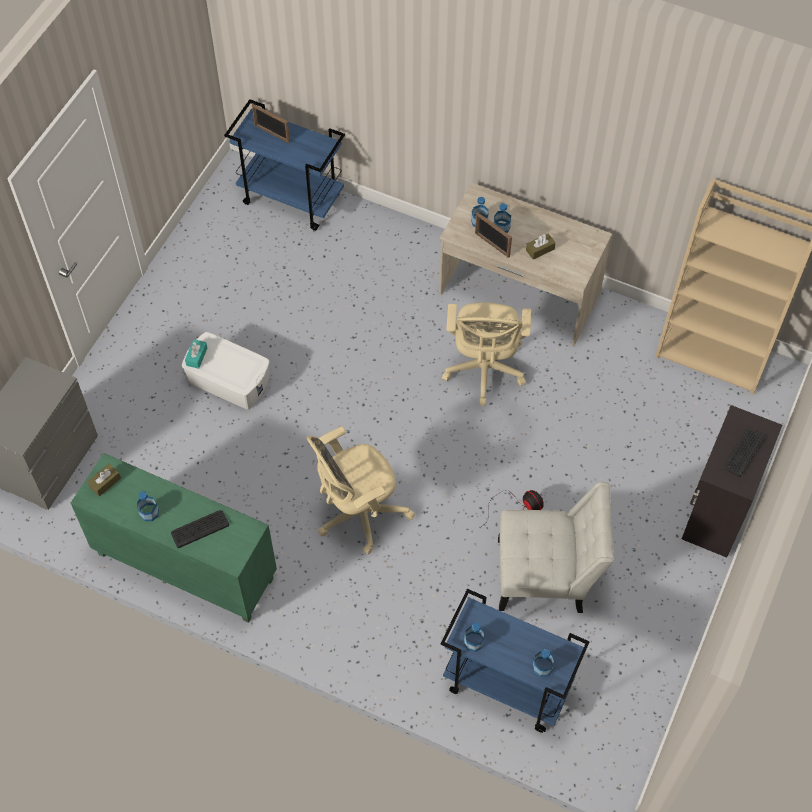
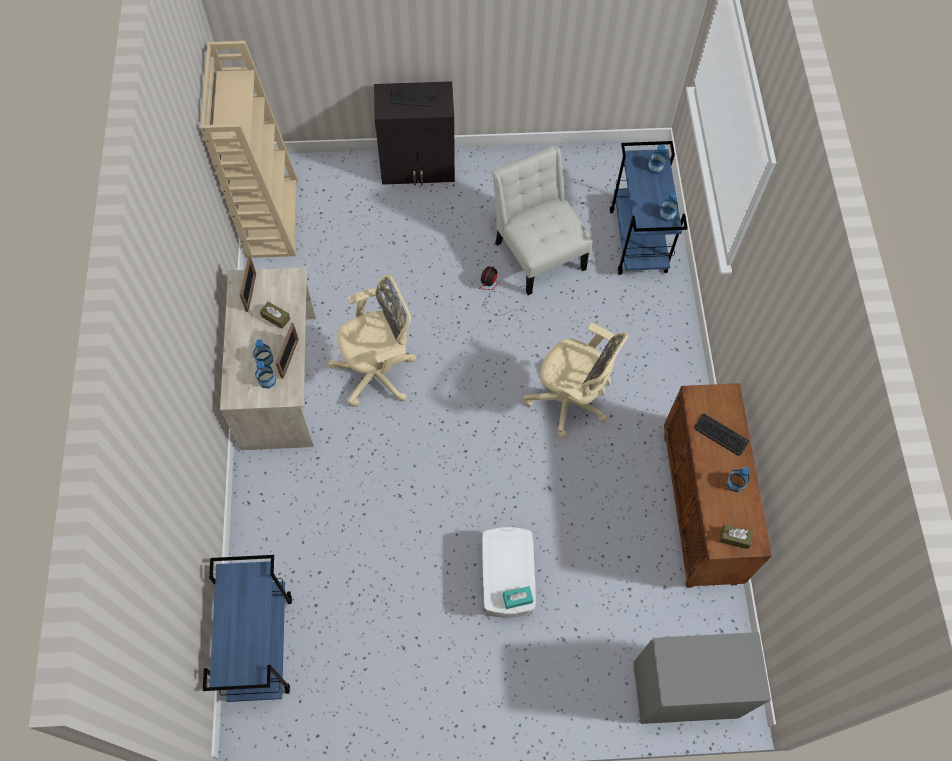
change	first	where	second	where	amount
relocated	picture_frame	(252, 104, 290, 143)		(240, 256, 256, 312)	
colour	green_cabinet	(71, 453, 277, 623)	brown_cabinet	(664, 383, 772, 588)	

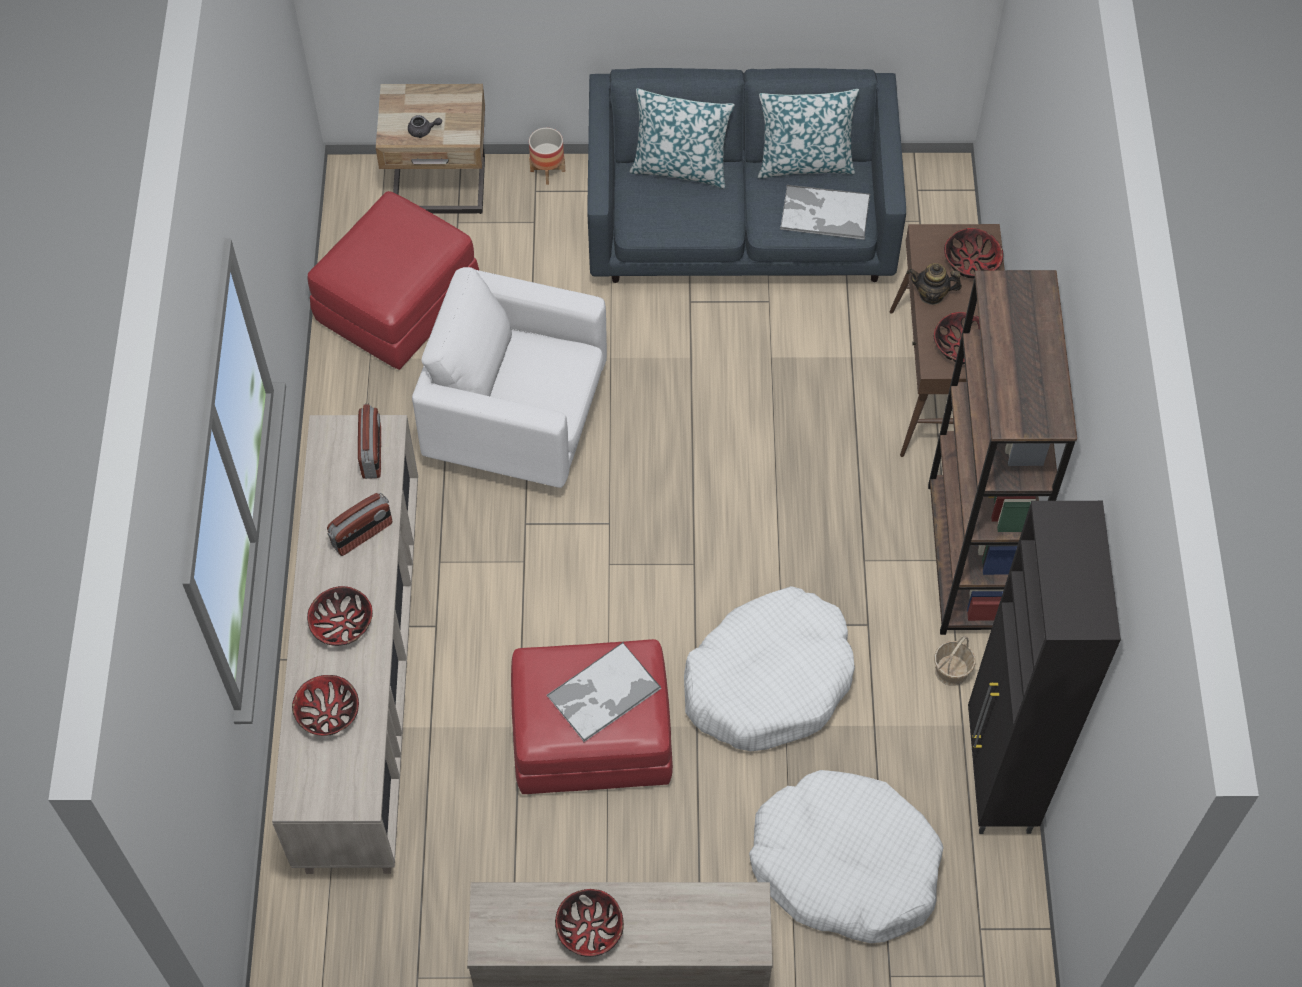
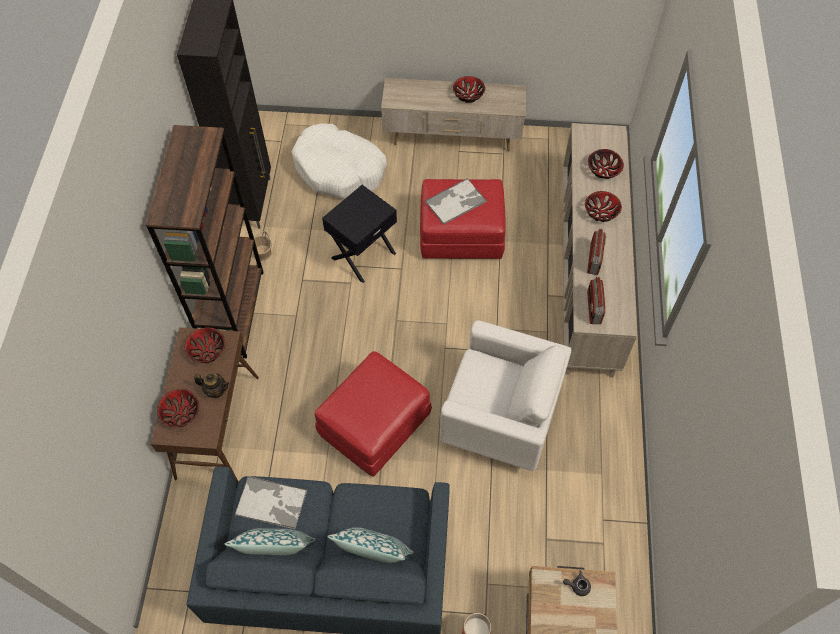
change	first	where	second	where	amount
relocated	red_ottoman	(308, 191, 479, 370)		(315, 351, 432, 477)	
spun	radio	(327, 493, 392, 556)		(587, 229, 606, 275)	135 degrees clockwise
exchanged	white_dog_bed	(684, 586, 855, 751)	black_side_table	(322, 185, 397, 283)	

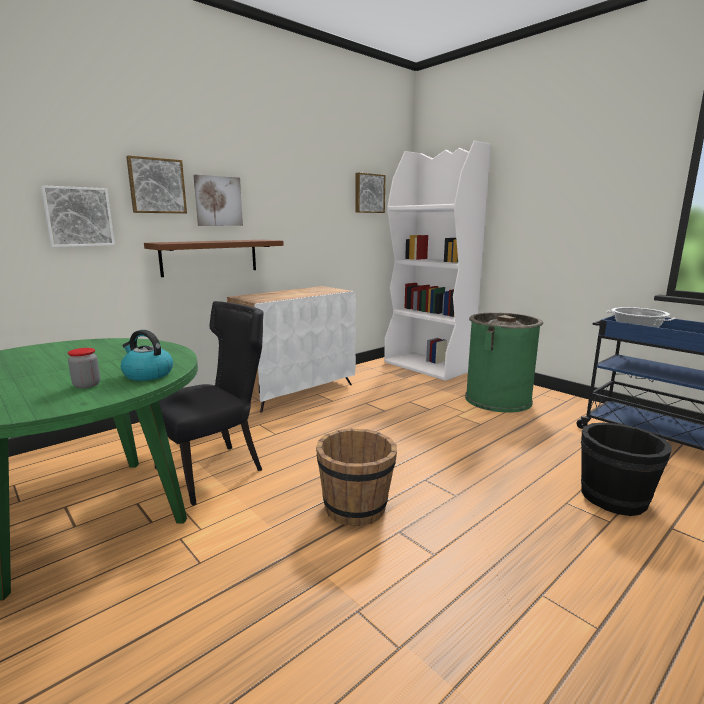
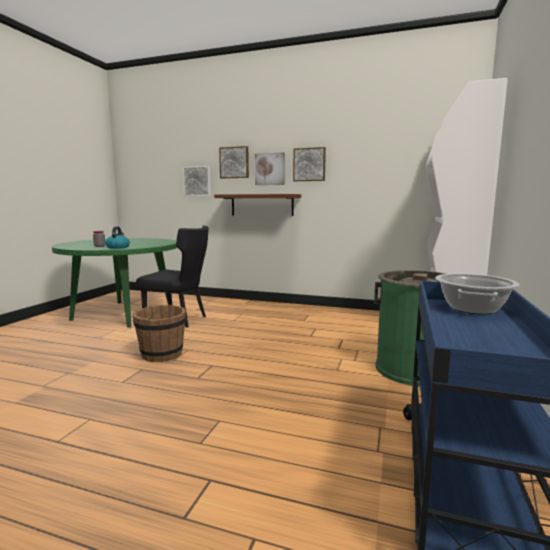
change	first	where	second	where	amount
relocated	picture	(356, 172, 385, 213)		(293, 147, 326, 181)	
missing	white_cabinet	(227, 286, 356, 413)			
missing	black_bucket	(581, 423, 671, 516)			

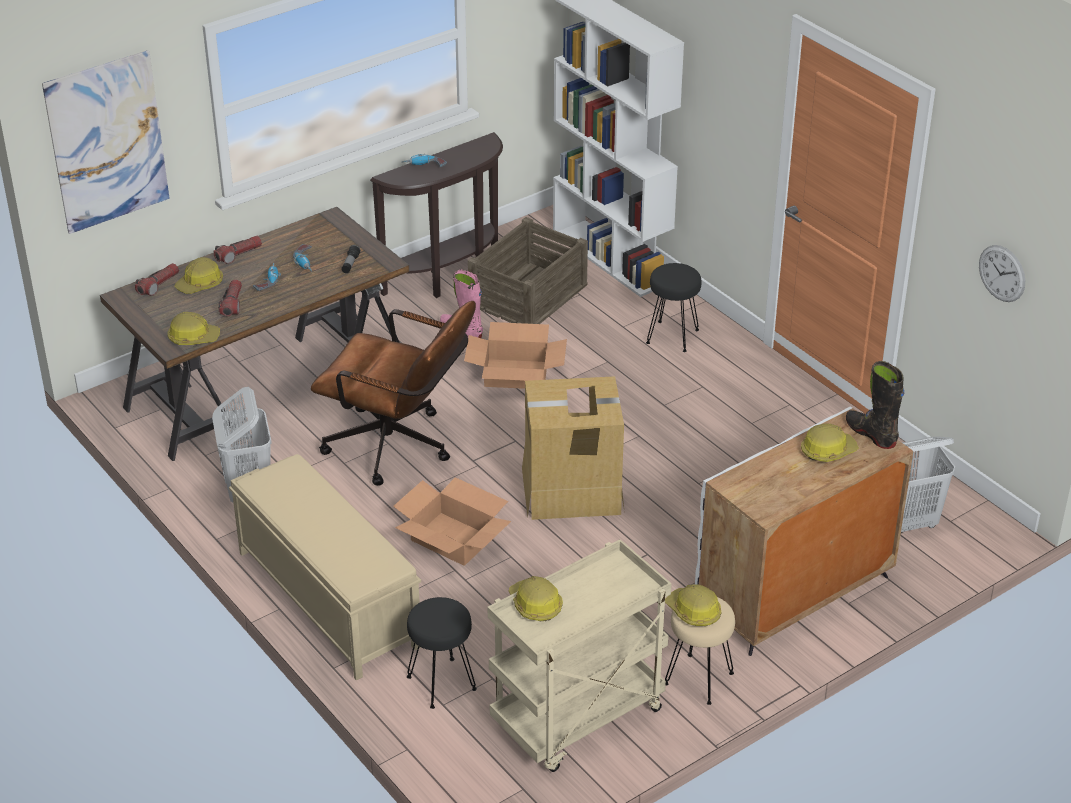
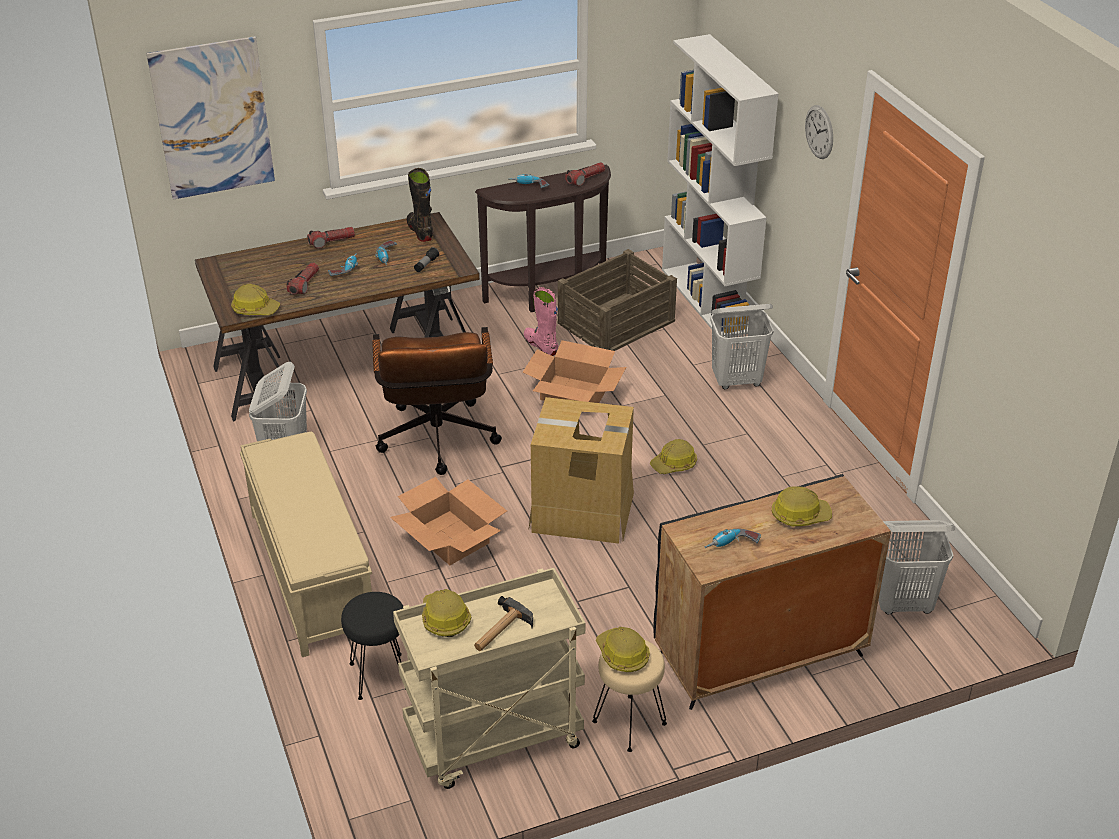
change	first	where	second	where	amount
relocated	wall_clock	(979, 245, 1025, 302)		(805, 105, 833, 159)	
relocated	hard_hat	(175, 257, 223, 294)		(650, 439, 697, 474)	
relocated	flashlight	(135, 263, 179, 296)		(565, 162, 605, 186)	
exchanged	black_stool	(646, 263, 702, 352)	white_laundry_basket	(710, 304, 774, 389)	
spun	brown_office_chair	(311, 301, 476, 486)		(372, 327, 502, 475)	45 degrees clockwise
relocated	black_boot	(846, 361, 905, 449)		(407, 168, 433, 242)	
colour	white_cabinet	(695, 406, 913, 656)	black_cabinet	(654, 474, 891, 710)	
appeared			power_drill	(705, 528, 761, 548)	
appeared			hammer	(474, 596, 533, 651)	

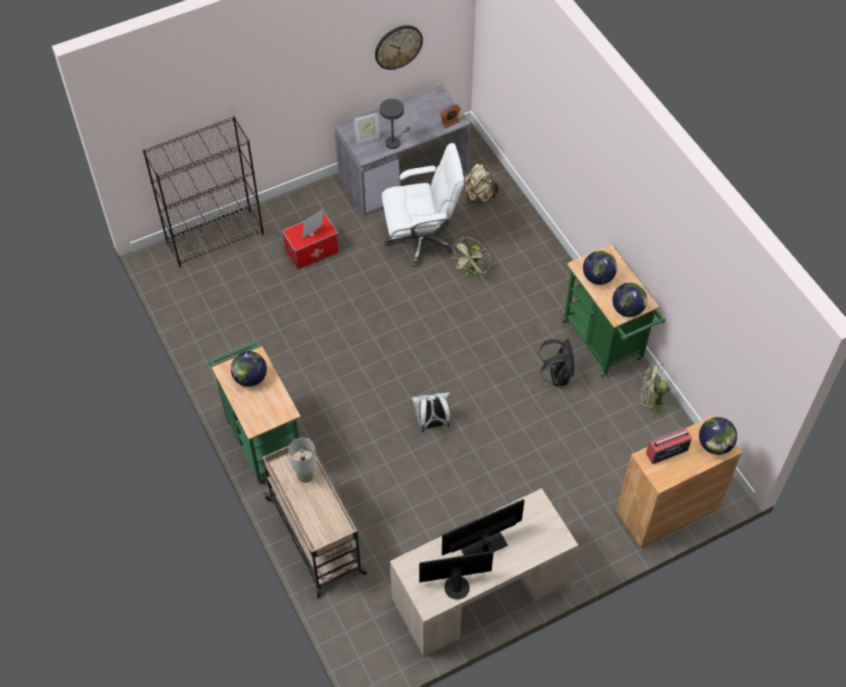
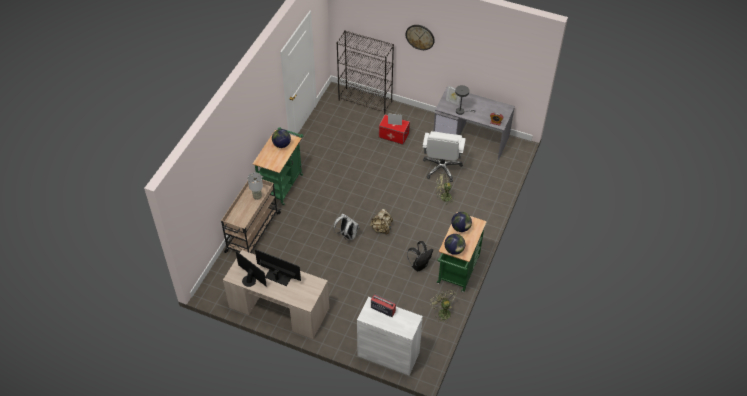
change	first	where	second	where	amount
relocated	wall_clock	(375, 25, 423, 70)		(406, 25, 435, 50)	
spun	white_office_chair	(382, 143, 464, 267)		(423, 131, 466, 182)	60 degrees clockwise
relocated	beige_backpack	(464, 164, 498, 203)		(370, 209, 393, 235)	
colour	brown_cabinet	(616, 415, 742, 548)	white_cabinet	(357, 297, 423, 376)	
missing	globe	(699, 417, 737, 455)			

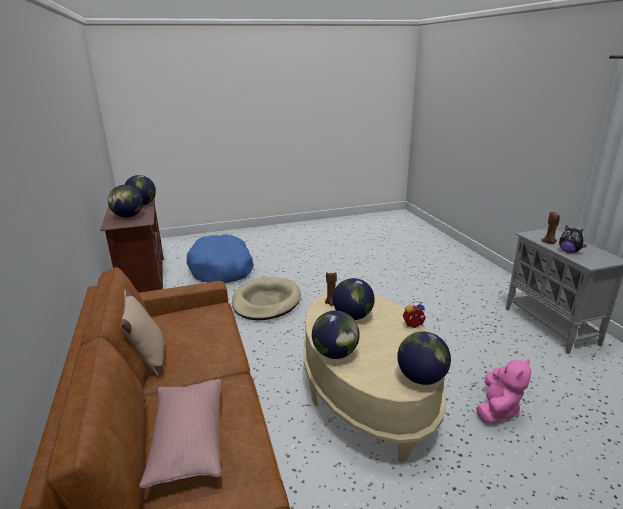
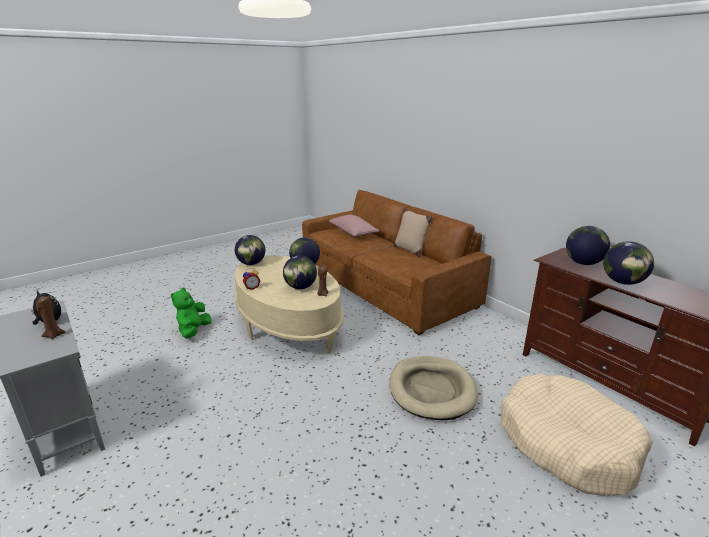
change	first	where	second	where	amount
colour	blue_dog_bed	(187, 234, 254, 283)	beige_dog_bed	(501, 374, 652, 496)	
colour	pink_plush_toy	(476, 358, 531, 424)	green_plush_toy	(171, 287, 212, 339)	

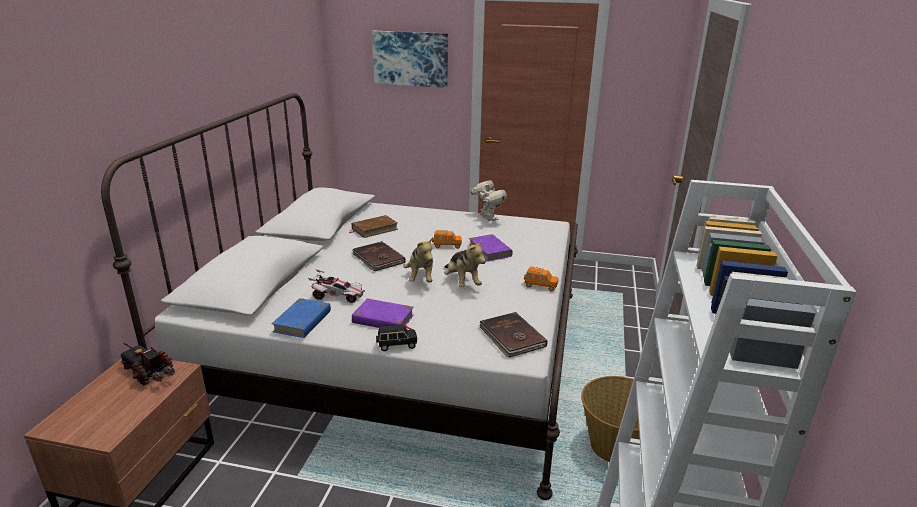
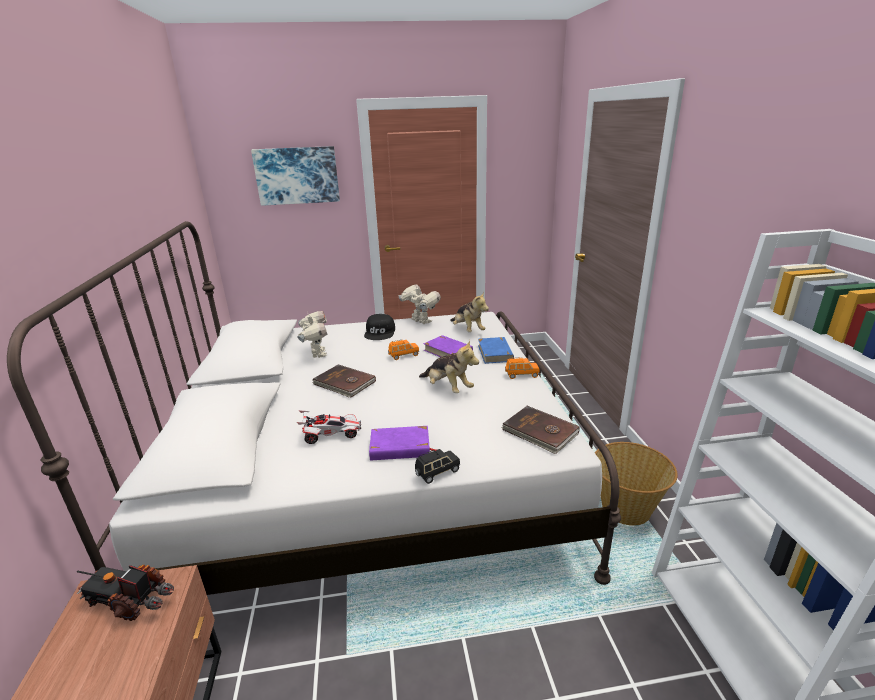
change	first	where	second	where	amount
exchanged	brown_book	(348, 215, 398, 238)	toy_robot	(297, 311, 327, 358)	
relocated	plush_toy	(403, 237, 433, 282)		(450, 292, 489, 332)	
relocated	blue_book	(272, 298, 331, 338)		(478, 337, 514, 364)	
appeared			black_cap	(364, 314, 395, 340)	

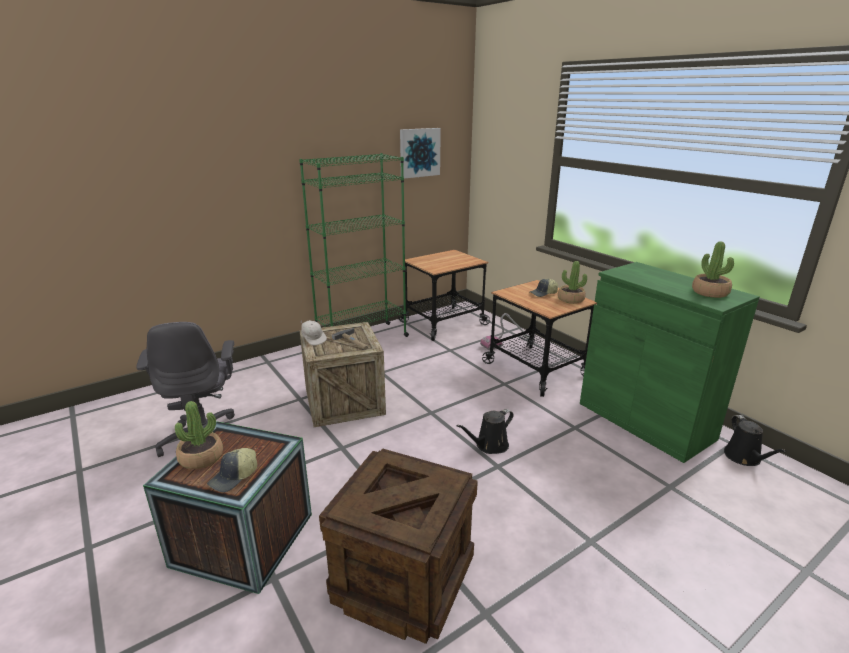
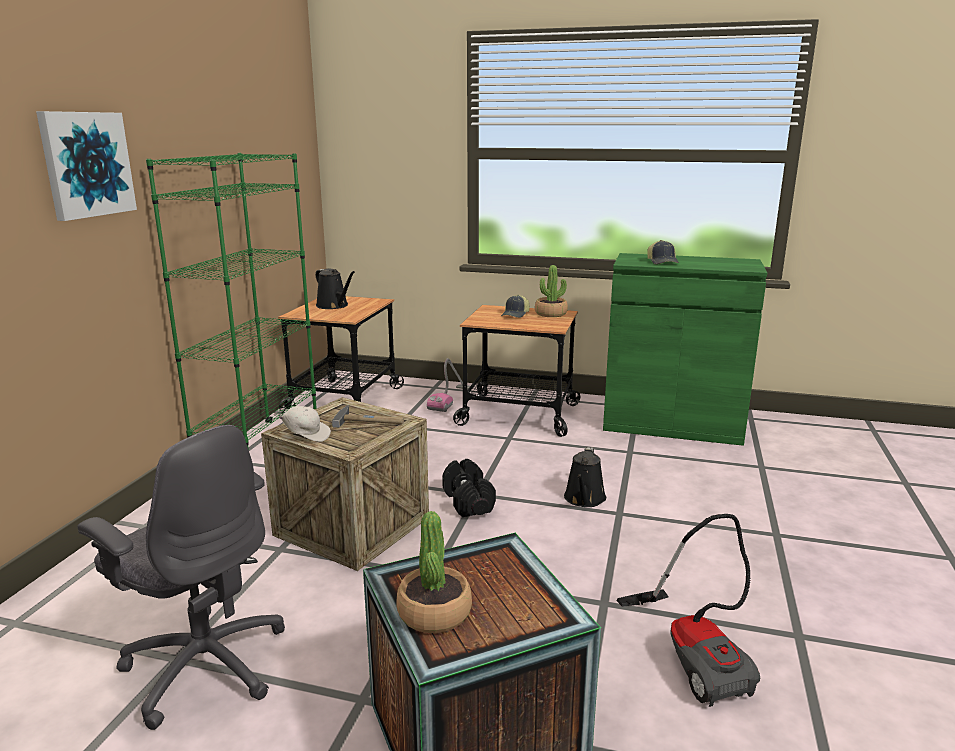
change	first	where	second	where	amount
relocated	picture	(400, 128, 441, 179)		(36, 111, 137, 221)	
missing	potted_plant	(692, 241, 734, 298)			
relocated	black_watering_can	(724, 415, 786, 466)		(315, 268, 355, 309)	
relocated	cap	(207, 448, 257, 493)		(647, 240, 679, 264)	
exchanged	crate	(319, 448, 478, 644)	vacuum_cleaner	(616, 514, 760, 707)	
appeared			black_dumbbell	(442, 459, 496, 517)	

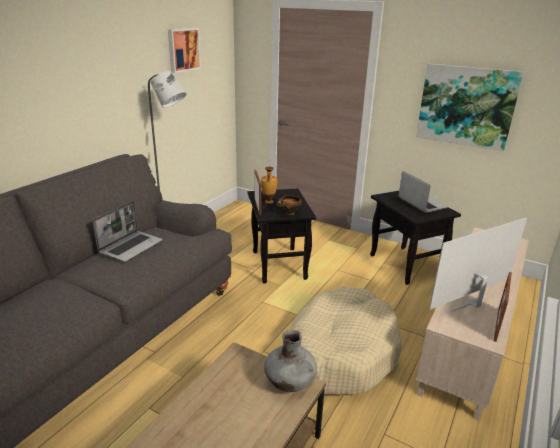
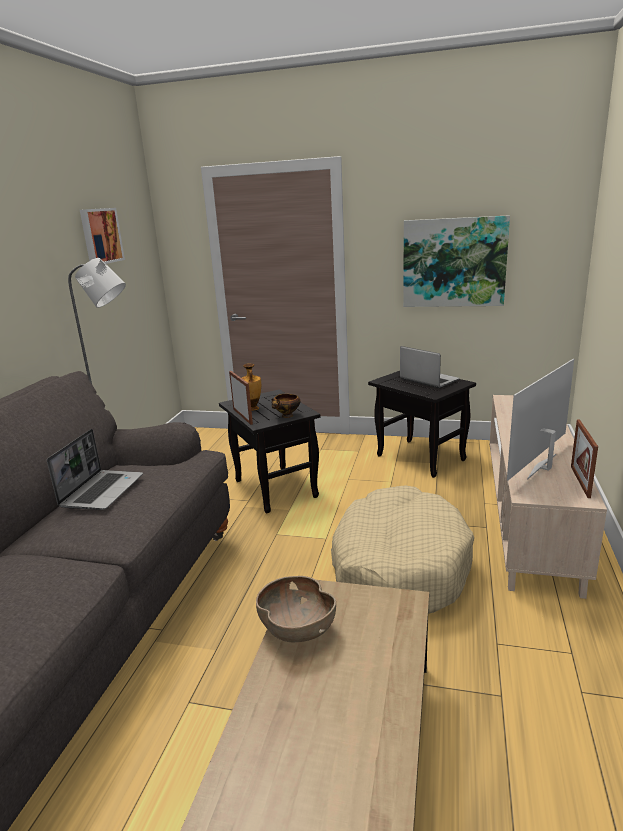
change	first	where	second	where	amount
missing	grey_vase	(264, 330, 317, 392)			
appeared			brown_bowl	(256, 576, 336, 642)	

